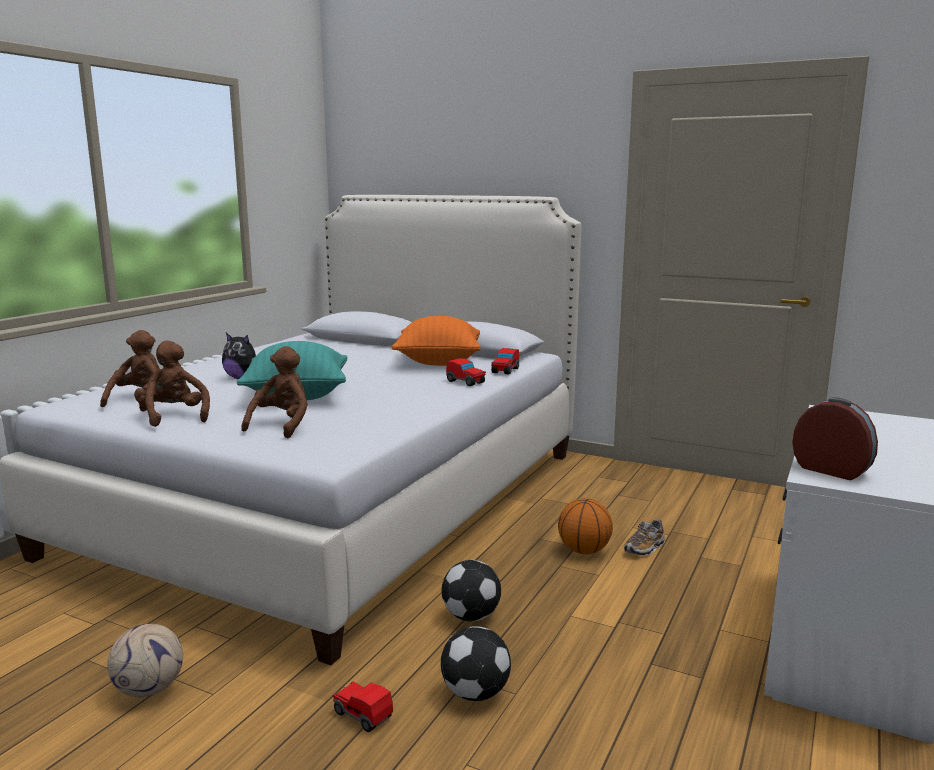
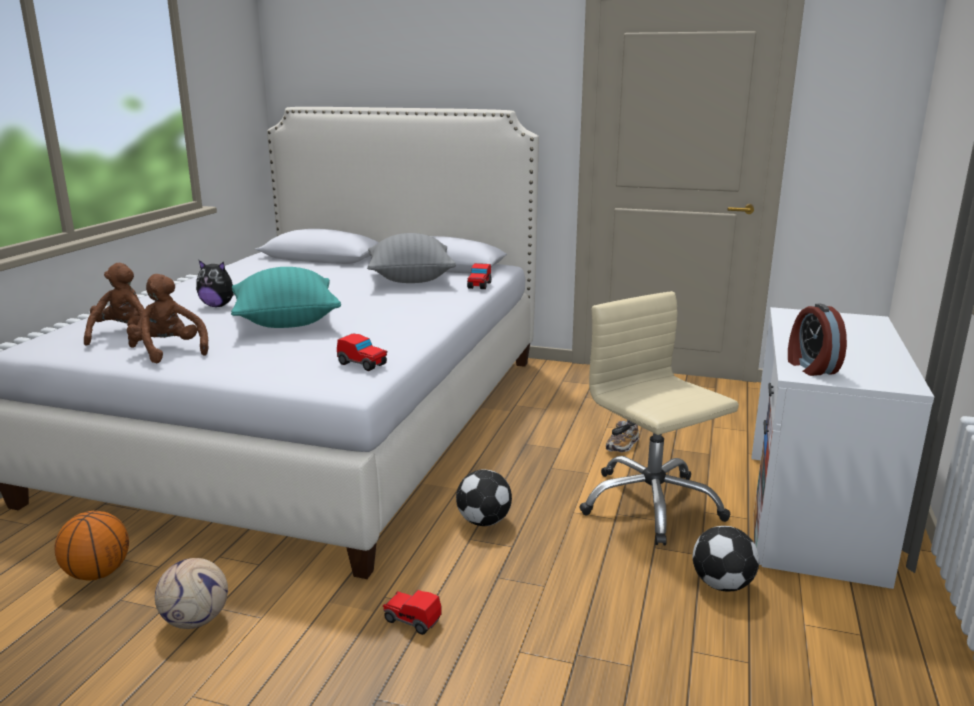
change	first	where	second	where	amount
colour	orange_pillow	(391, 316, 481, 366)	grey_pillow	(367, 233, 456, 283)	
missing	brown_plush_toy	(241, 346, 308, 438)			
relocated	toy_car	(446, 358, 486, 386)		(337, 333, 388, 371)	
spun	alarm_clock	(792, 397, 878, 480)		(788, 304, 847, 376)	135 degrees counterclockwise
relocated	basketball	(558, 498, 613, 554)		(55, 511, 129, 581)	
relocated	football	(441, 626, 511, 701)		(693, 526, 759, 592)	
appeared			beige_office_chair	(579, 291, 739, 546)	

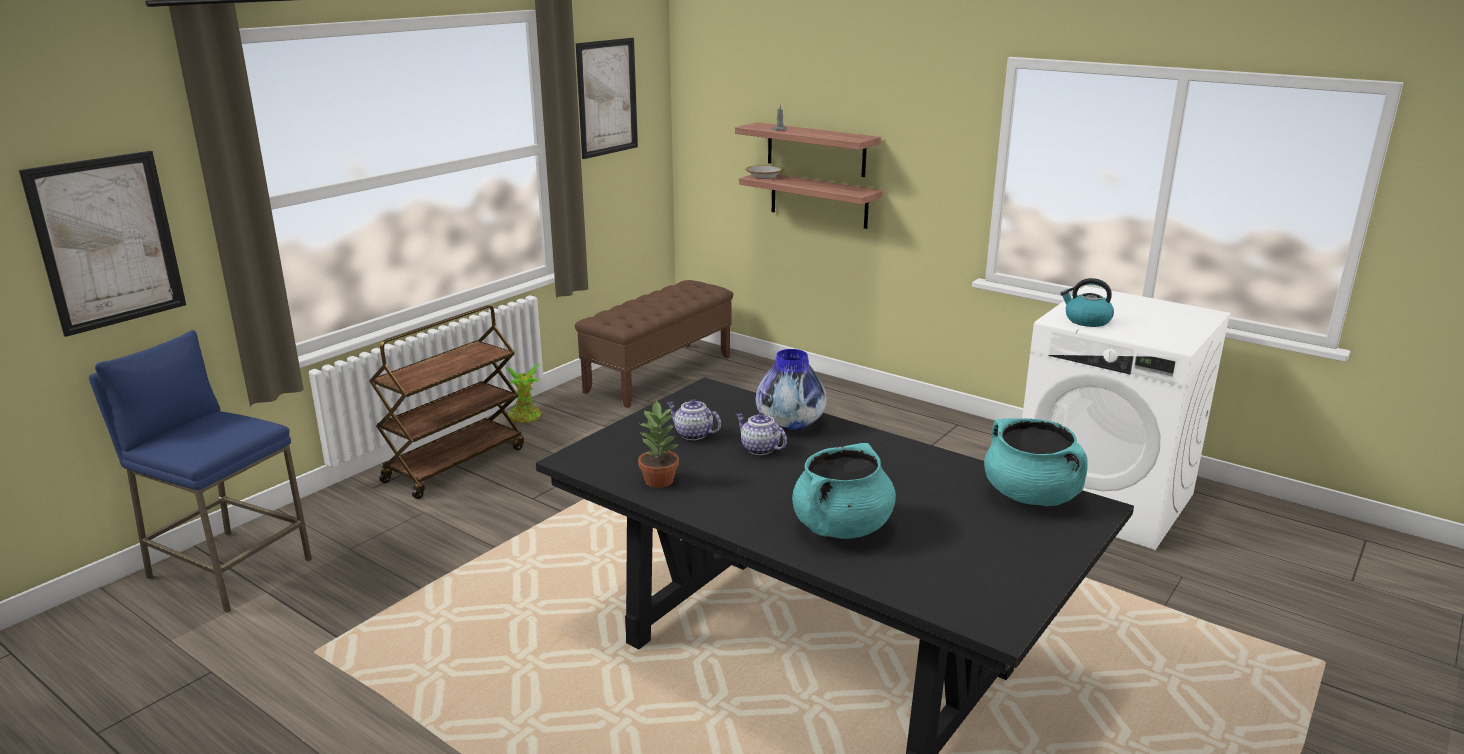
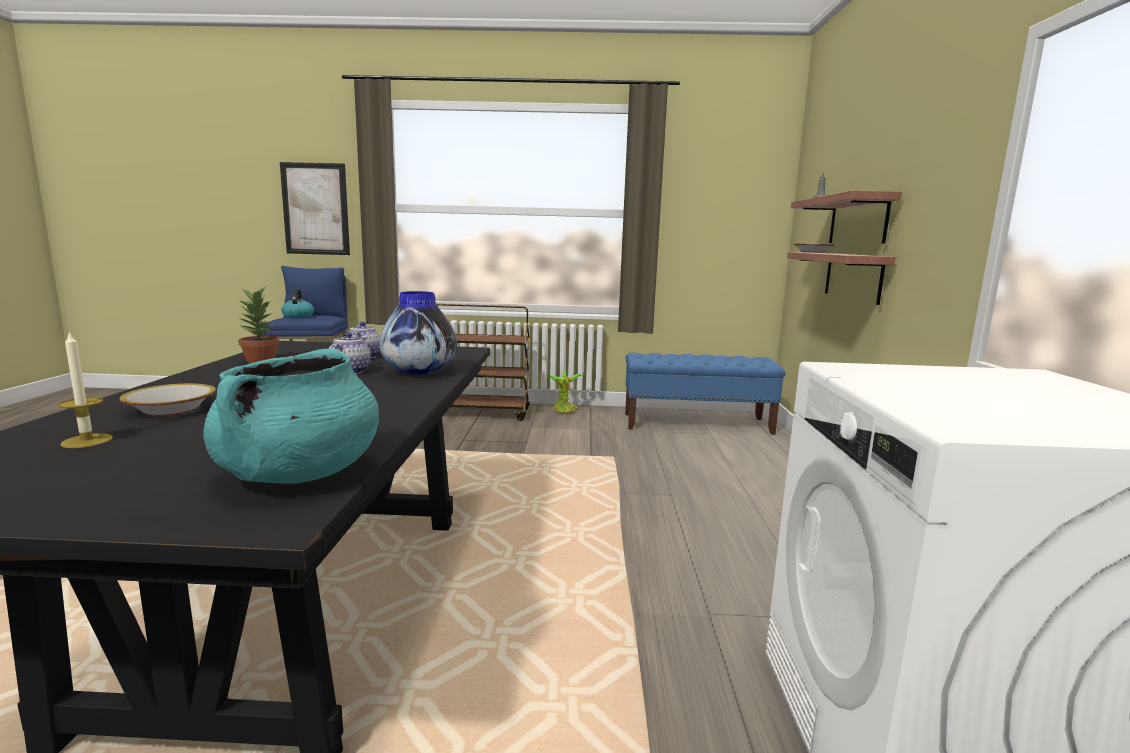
change	first	where	second	where	amount
missing	picture	(576, 38, 638, 159)			
relocated	kettle	(1060, 278, 1114, 327)		(281, 288, 314, 318)	
colour	brown_bench	(575, 280, 733, 408)	blue_bench	(625, 353, 786, 435)	
exchanged	turquoise_cooking_pot	(792, 443, 896, 539)	bowl	(120, 383, 216, 416)	
appeared			candle	(58, 331, 113, 448)	

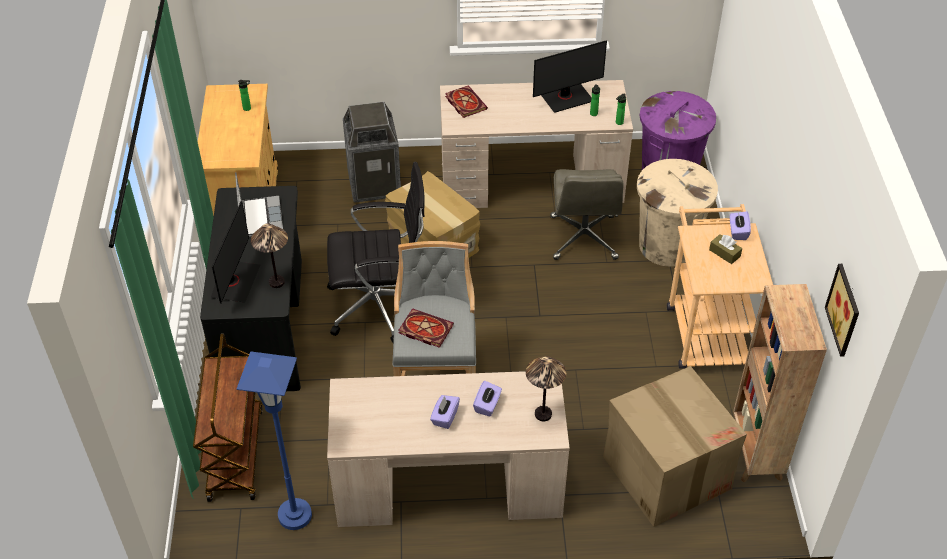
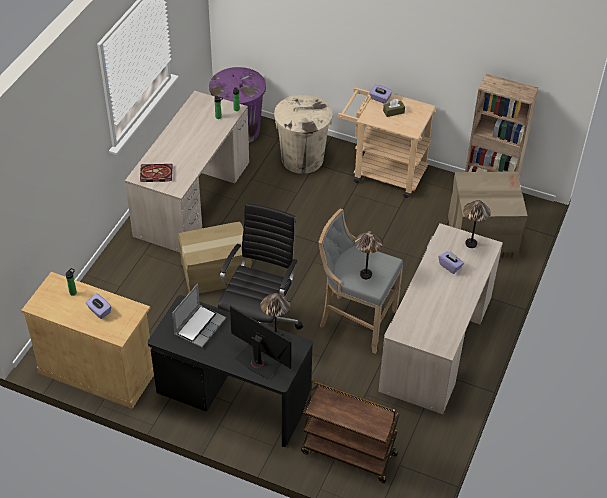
change	first	where	second	where	amount
missing	monitor	(533, 40, 607, 113)			
missing	trash_can	(343, 102, 401, 203)			
missing	grey_office_chair	(550, 169, 623, 260)			
spun	laptop	(235, 172, 283, 237)		(172, 284, 226, 348)	105 degrees clockwise
missing	picture	(825, 264, 859, 357)			
exchanged	book	(399, 308, 454, 348)	table_lamp	(355, 231, 383, 279)	
missing	blue_floor_lamp	(237, 351, 312, 530)			
relocated	purple_tissue_box	(430, 395, 460, 429)		(86, 293, 111, 319)	

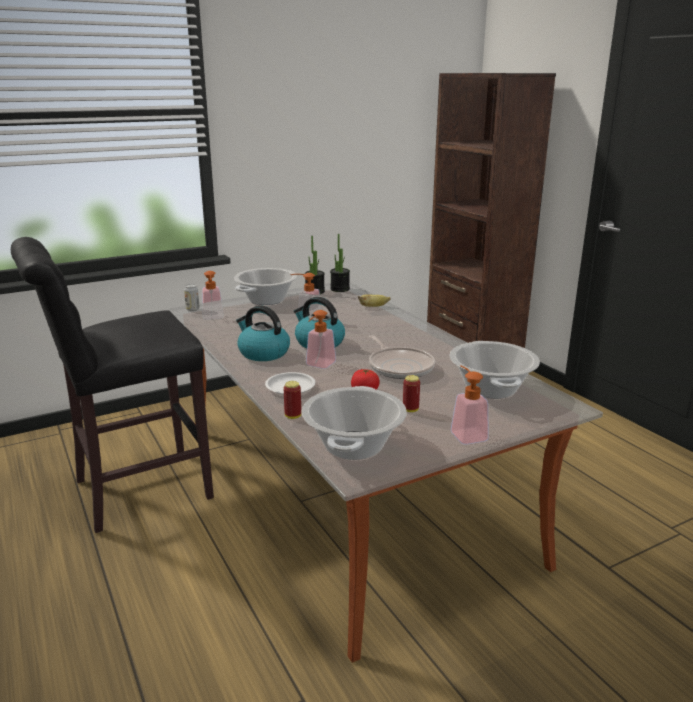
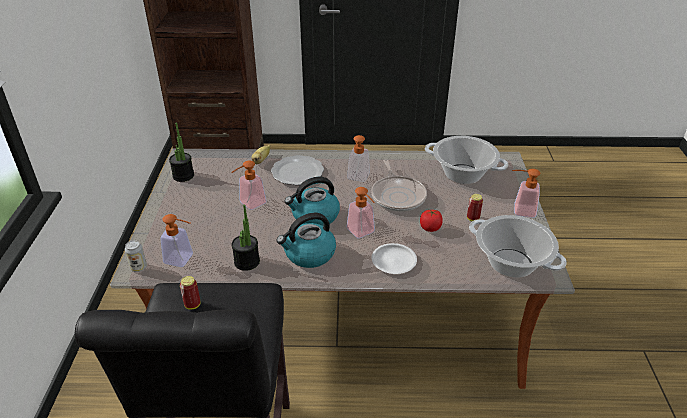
change	first	where	second	where	amount
relocated	potted_plant	(330, 234, 350, 292)		(232, 205, 260, 271)	
missing	cooking_pot	(234, 268, 297, 305)			
spun	frying_pan	(369, 335, 435, 379)		(371, 159, 427, 211)	75 degrees clockwise
relocated	can	(284, 381, 301, 419)		(180, 276, 201, 310)	
appeared			soap_dispenser	(347, 135, 370, 182)	
appeared			plate	(271, 155, 324, 185)	

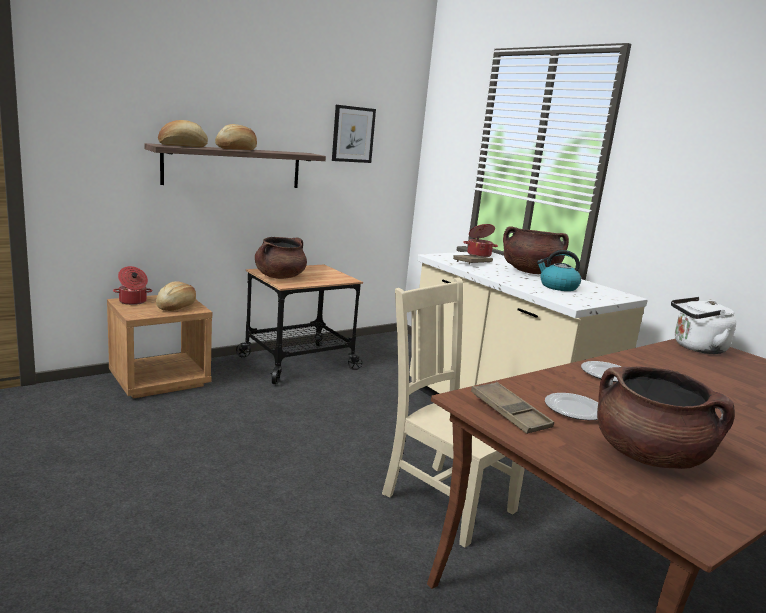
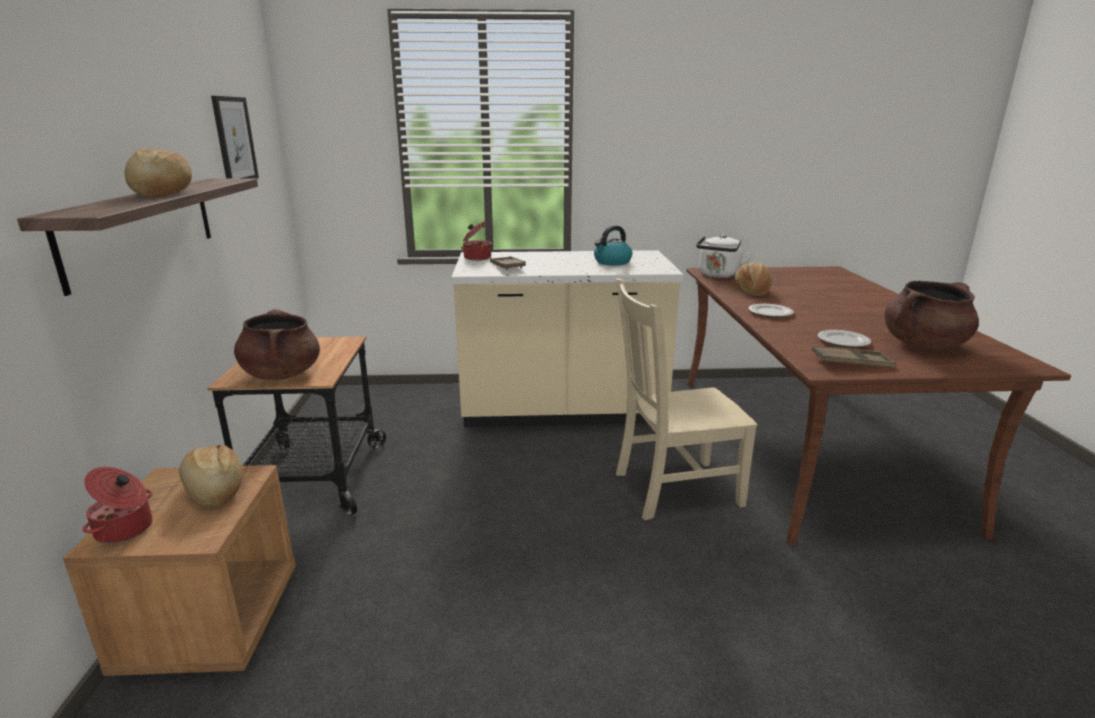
change	first	where	second	where	amount
relocated	bread	(158, 120, 208, 147)		(735, 263, 772, 296)	
missing	brown_cooking_pot	(503, 226, 569, 274)			

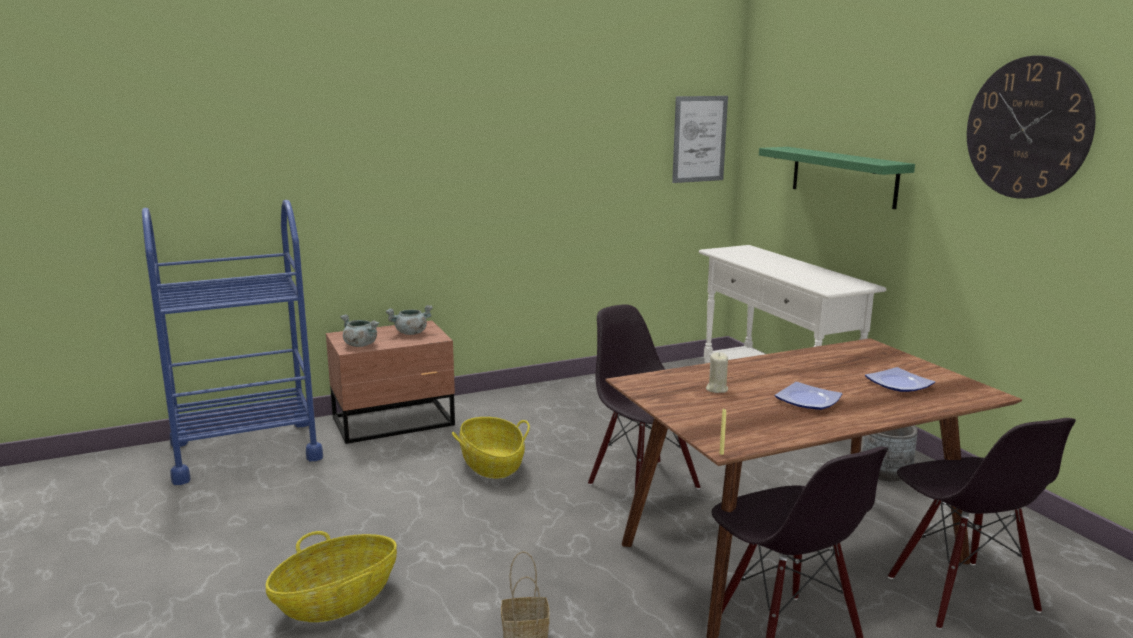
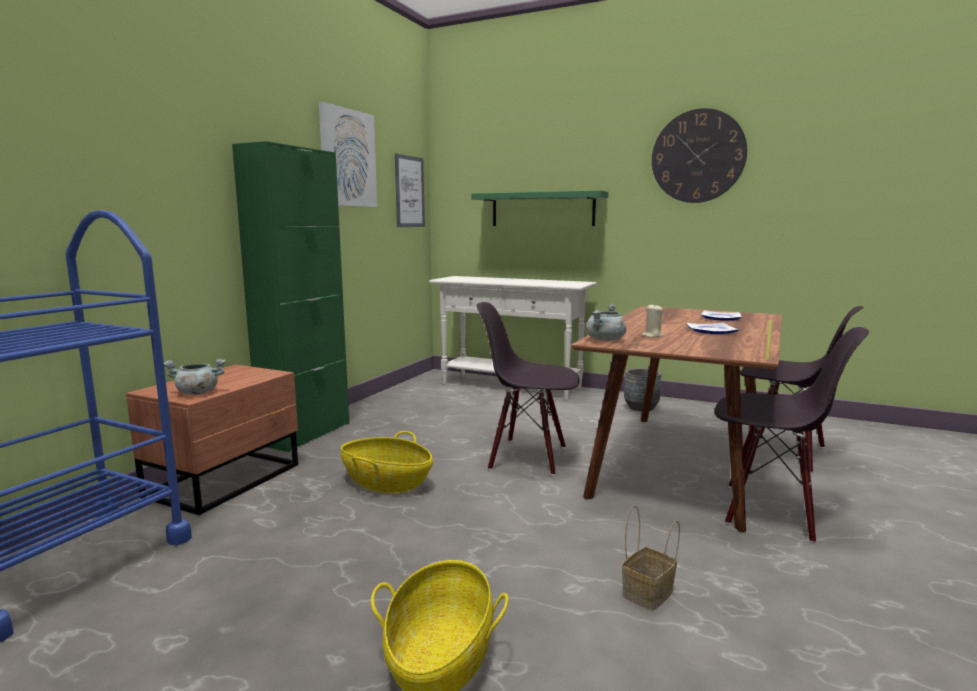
change	first	where	second	where	amount
relocated	grey_cooking_pot	(386, 305, 433, 335)		(586, 304, 626, 341)	
appeared			picture	(319, 102, 377, 207)	
appeared			green_cabinet	(232, 141, 349, 452)	

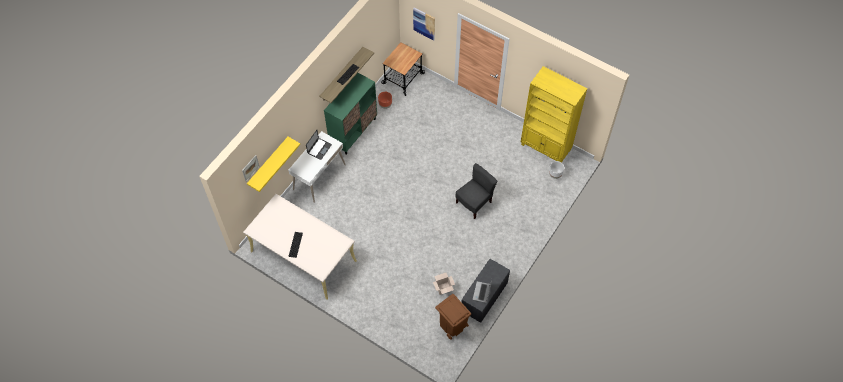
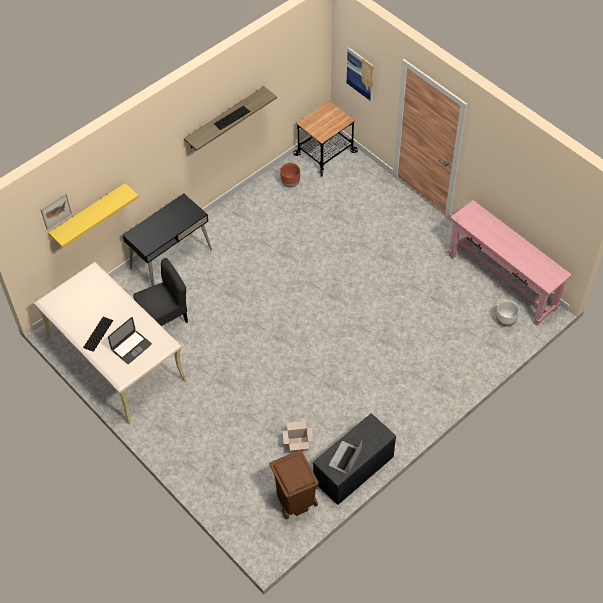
change	first	where	second	where	amount
exchanged	yellow_bookcase	(521, 66, 588, 162)	pink_console_table	(448, 200, 572, 326)	
missing	green_cabinet	(324, 73, 377, 155)			
relocated	laptop	(306, 130, 332, 160)		(108, 317, 152, 364)	
colour	white_desk	(288, 131, 346, 203)	black_desk	(123, 194, 212, 286)	
relocated	grey_chair	(456, 163, 497, 219)		(133, 258, 188, 326)	

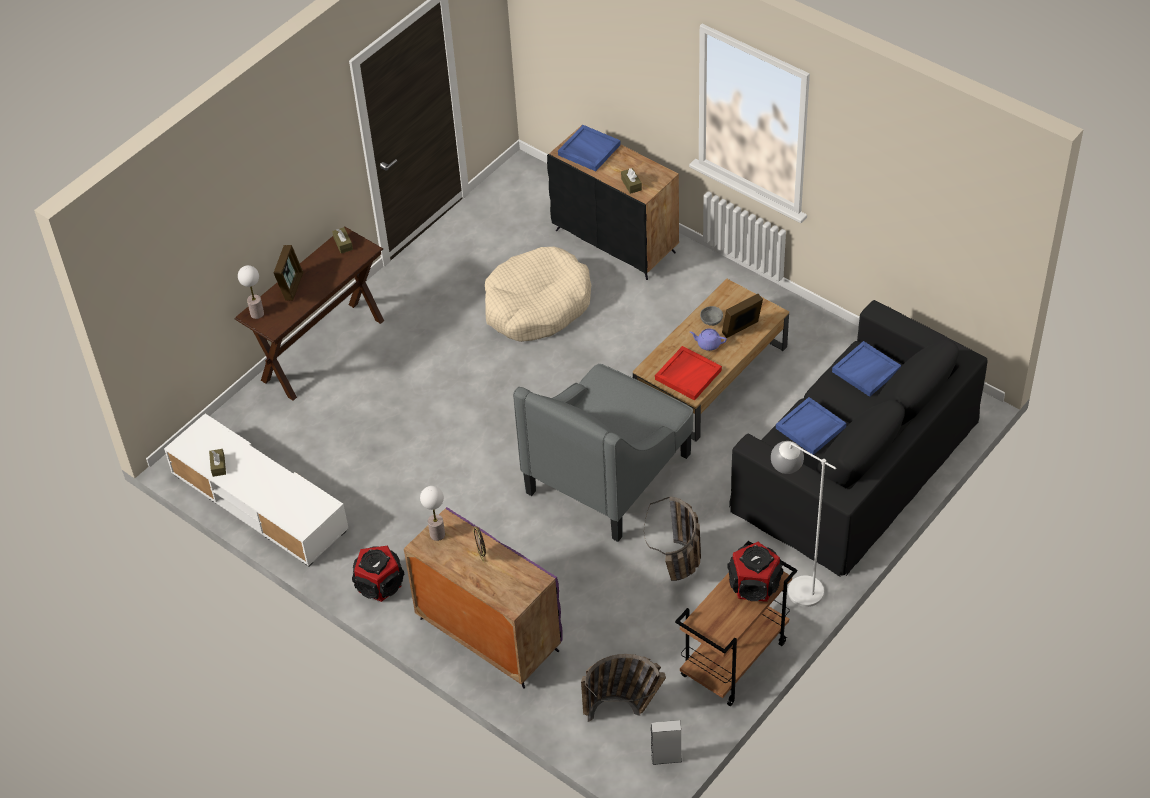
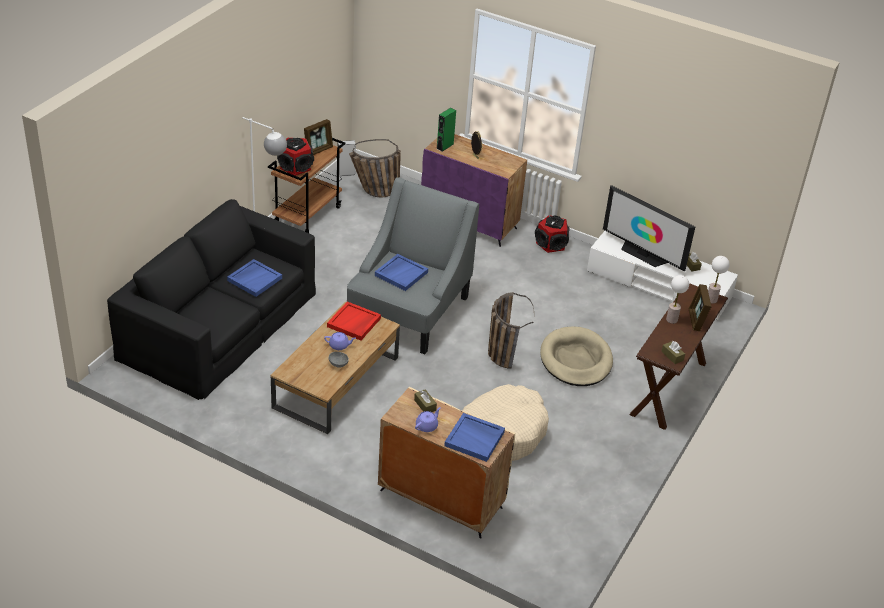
change	first	where	second	where	amount
colour	black_cabinet	(547, 125, 679, 280)	beige_cabinet	(378, 387, 515, 538)	
relocated	picture_frame	(722, 294, 763, 338)		(304, 119, 333, 155)	
relocated	blue_tray	(832, 341, 901, 397)		(375, 254, 428, 291)	
relocated	table_lamp	(420, 486, 445, 541)		(666, 275, 689, 324)	
relocated	basket	(644, 497, 701, 581)		(488, 292, 534, 369)	
appeared			green_speaker	(437, 108, 456, 152)	
appeared			television	(603, 185, 695, 271)	
appeared			beige_dog_bed	(540, 327, 613, 386)	
appeared			purple_teapot	(415, 407, 441, 432)	

